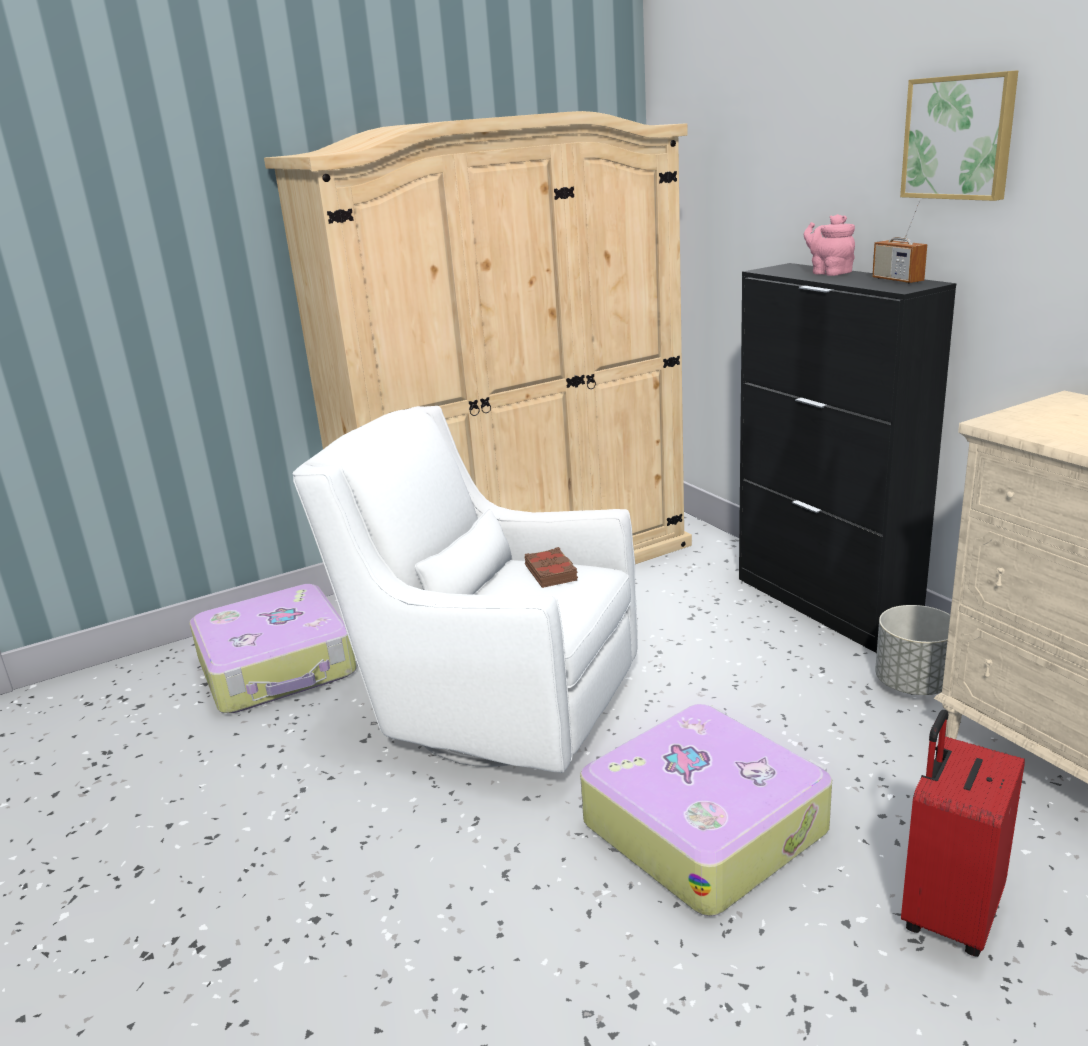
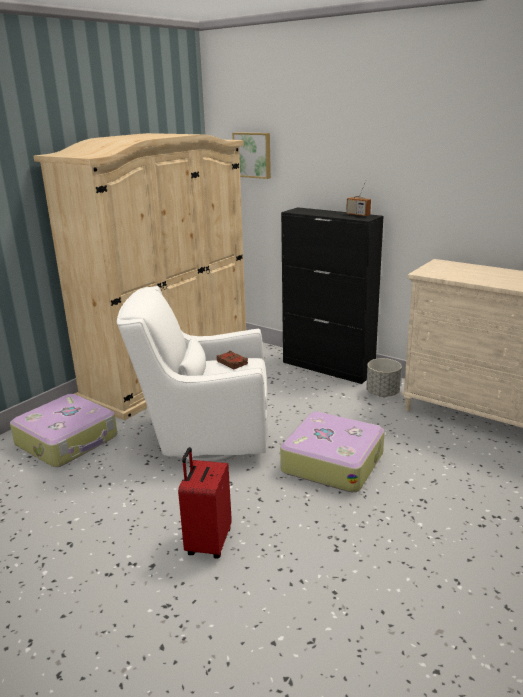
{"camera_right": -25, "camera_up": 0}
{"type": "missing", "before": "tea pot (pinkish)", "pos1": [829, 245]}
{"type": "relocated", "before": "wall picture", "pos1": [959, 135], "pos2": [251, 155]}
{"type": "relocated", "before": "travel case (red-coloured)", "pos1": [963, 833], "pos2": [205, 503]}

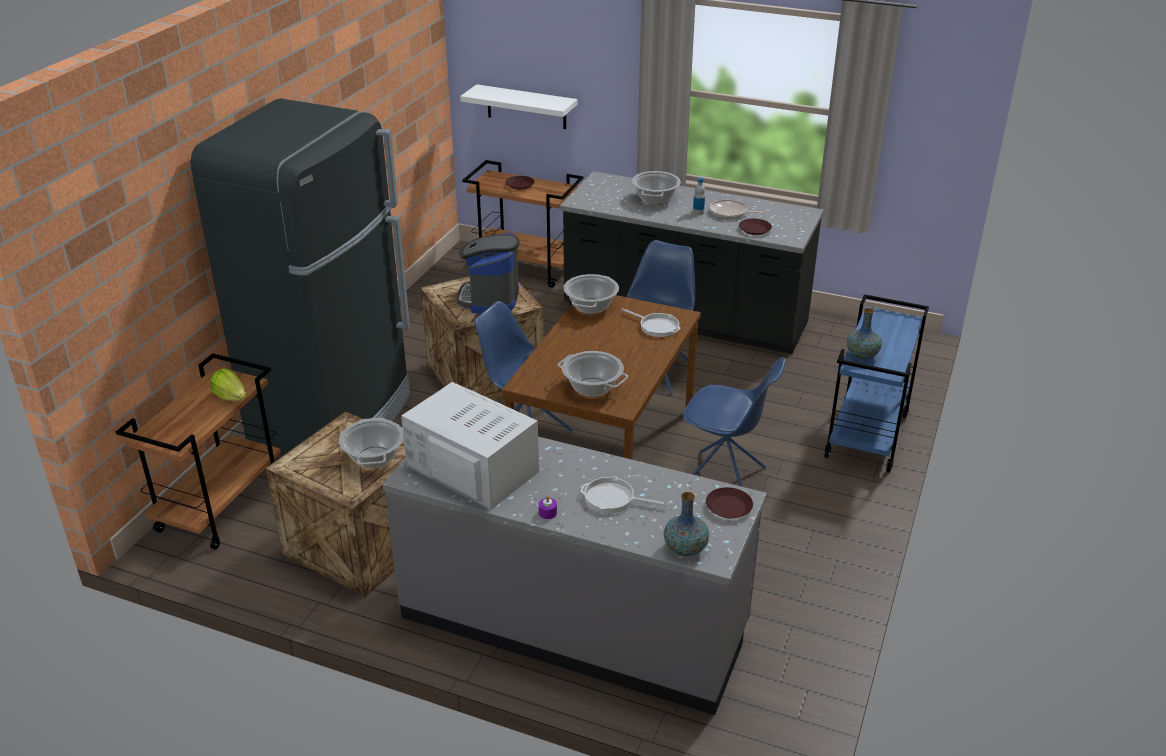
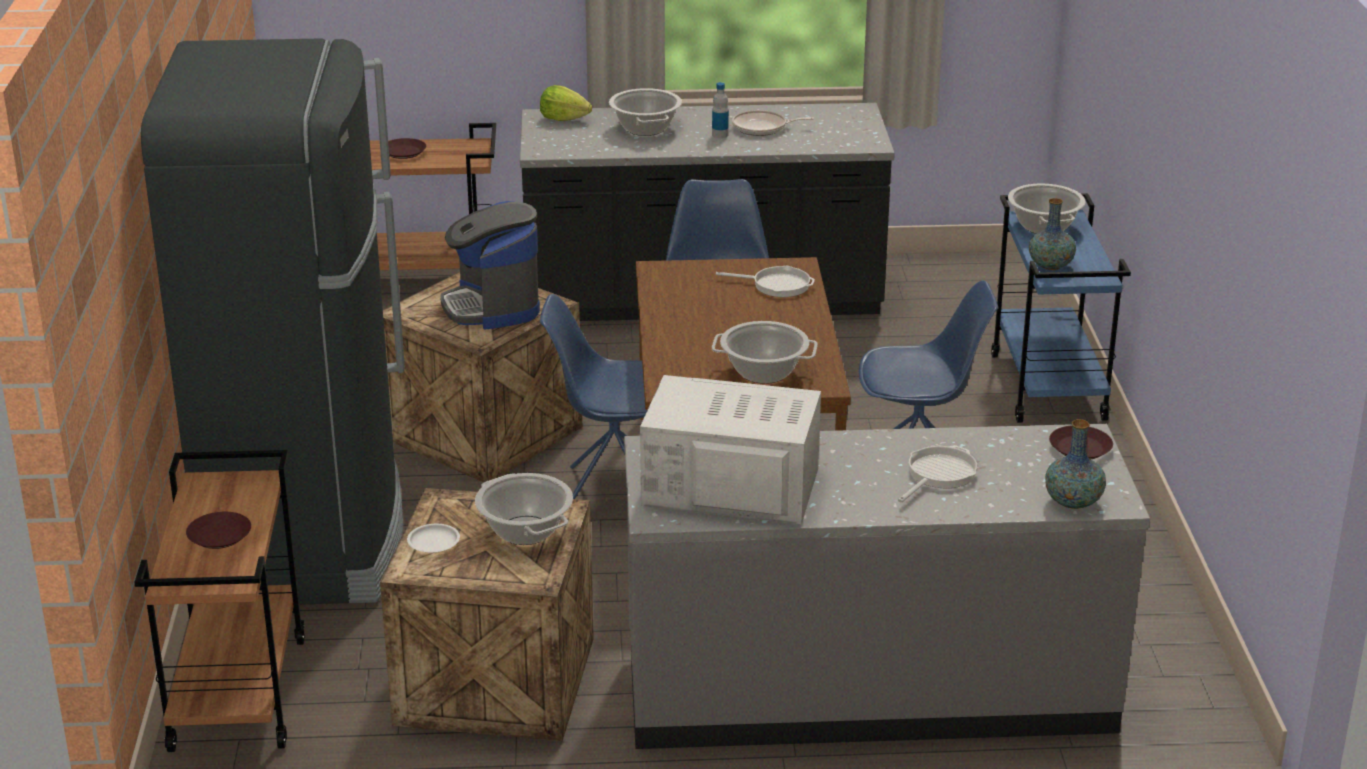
{"camera_right": -25, "camera_up": -5}
{"type": "relocated", "before": "lettuce head", "pos1": [228, 384], "pos2": [566, 103]}
{"type": "missing", "before": "bracket shelf (white-coloured)", "pos1": [518, 106]}
{"type": "missing", "before": "wax candle (purple-coloured)", "pos1": [548, 507]}
{"type": "relocated", "before": "saucepot", "pos1": [591, 294], "pos2": [1046, 209]}
{"type": "spun", "before": "skillet", "pos1": [624, 494], "pos2": [937, 474], "turn": 135}
{"type": "relocated", "before": "dinner plate (brownish)", "pos1": [755, 227], "pos2": [218, 530]}
{"type": "appeared", "after": "dinner plate (white-coloured)", "pos2": [433, 538]}

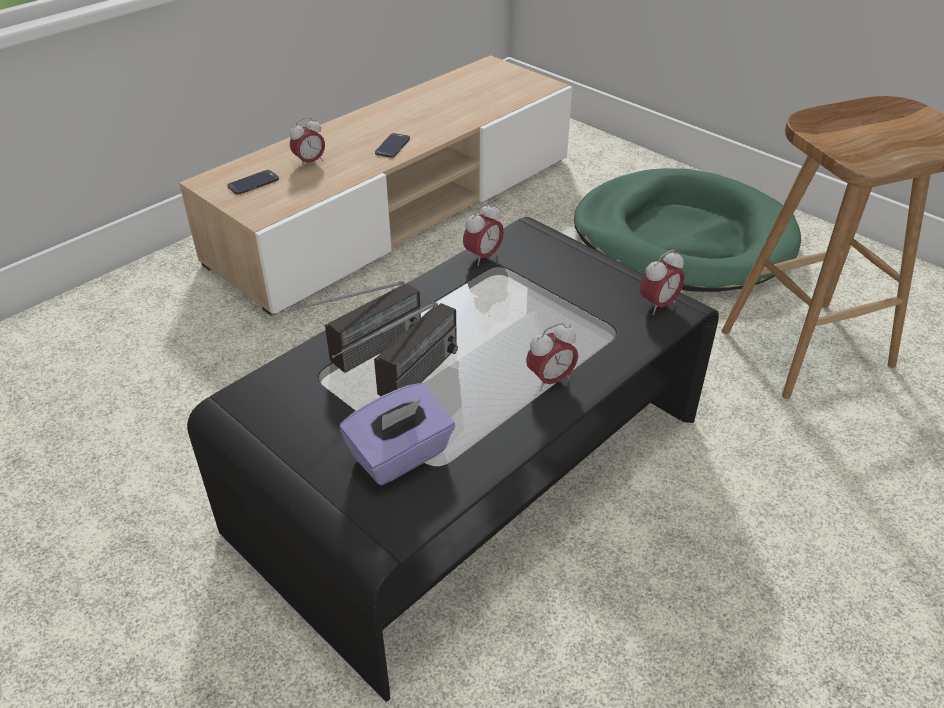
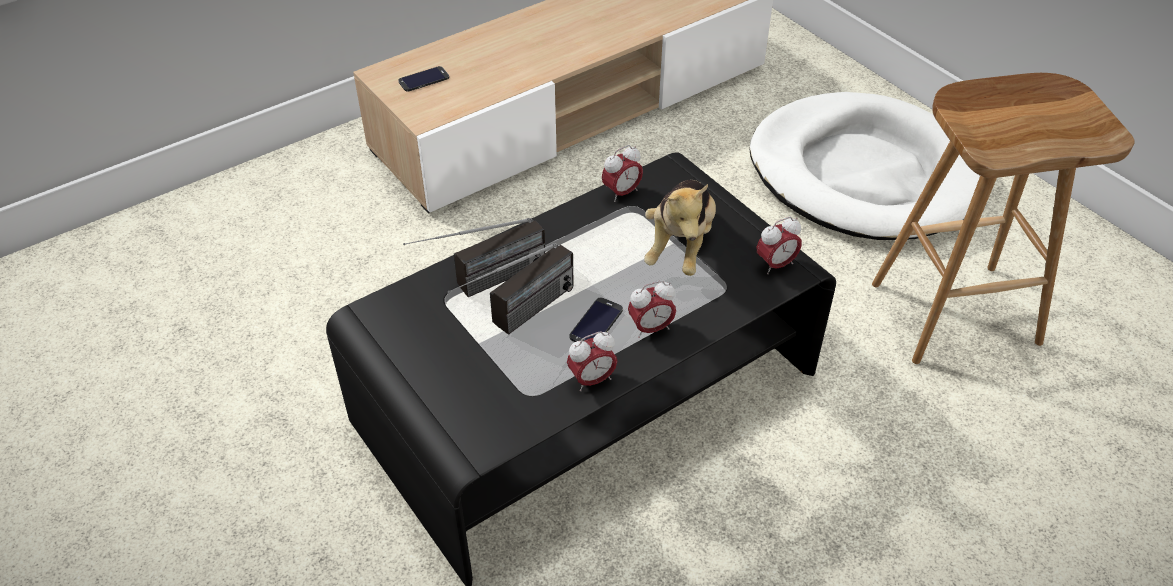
{"camera_right": 10, "camera_up": 5}
{"type": "relocated", "before": "alarm clock", "pos1": [307, 142], "pos2": [592, 361]}
{"type": "missing", "before": "box of tissues (purple-coloured)", "pos1": [397, 434]}
{"type": "relocated", "before": "handset", "pos1": [392, 145], "pos2": [596, 319]}
{"type": "colour", "before": "dog bed (green)", "after": "dog bed (white-coloured)", "pos1": [687, 230], "pos2": [865, 166]}
{"type": "appeared", "after": "soft toy", "pos2": [680, 228]}

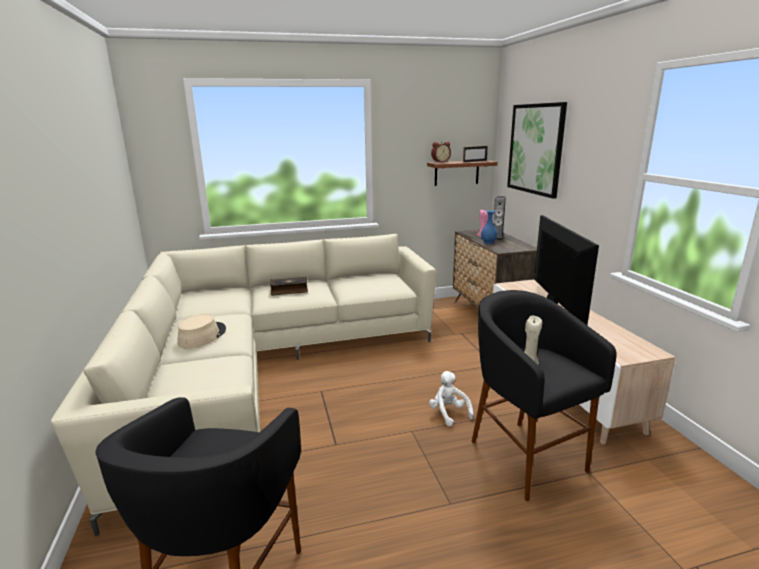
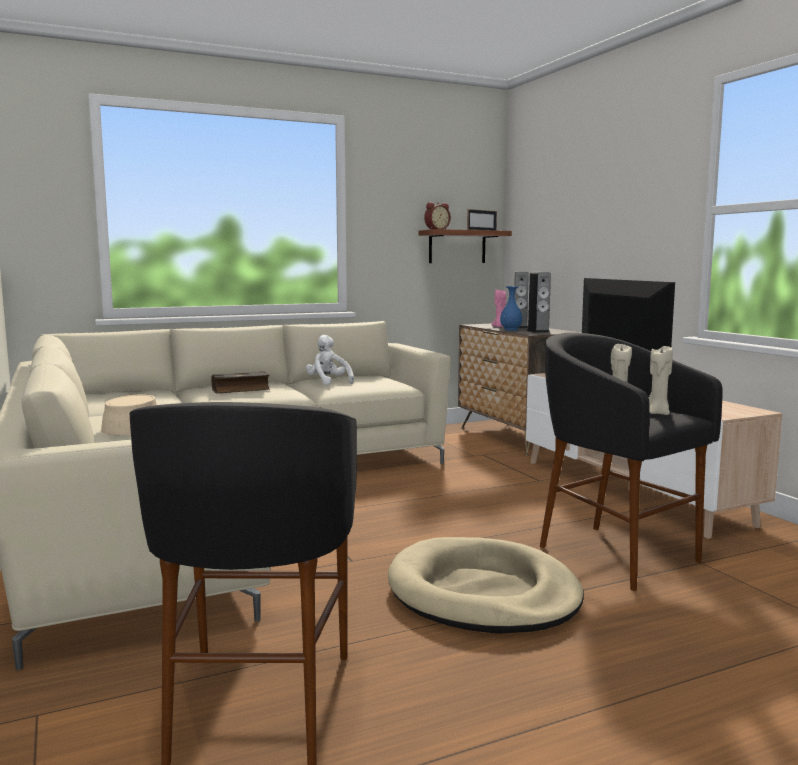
{"camera_right": -10, "camera_up": -10}
{"type": "relocated", "before": "soft toy (white-coloured)", "pos1": [451, 398], "pos2": [330, 360]}
{"type": "missing", "before": "wall picture", "pos1": [537, 150]}
{"type": "appeared", "after": "dog bed (beige)", "pos2": [486, 585]}
{"type": "appeared", "after": "audio speaker", "pos2": [539, 302]}
{"type": "appeared", "after": "wax candle (beige)", "pos2": [661, 380]}

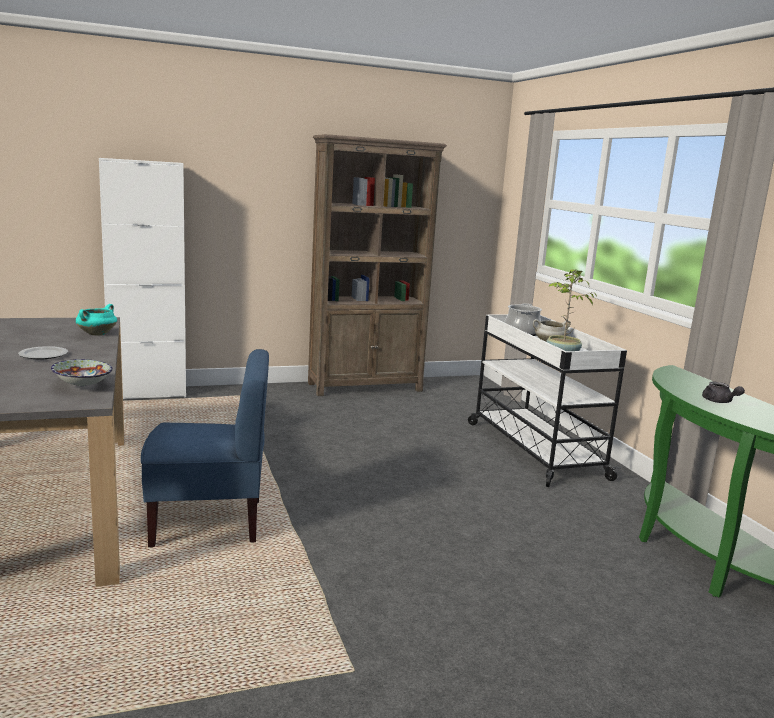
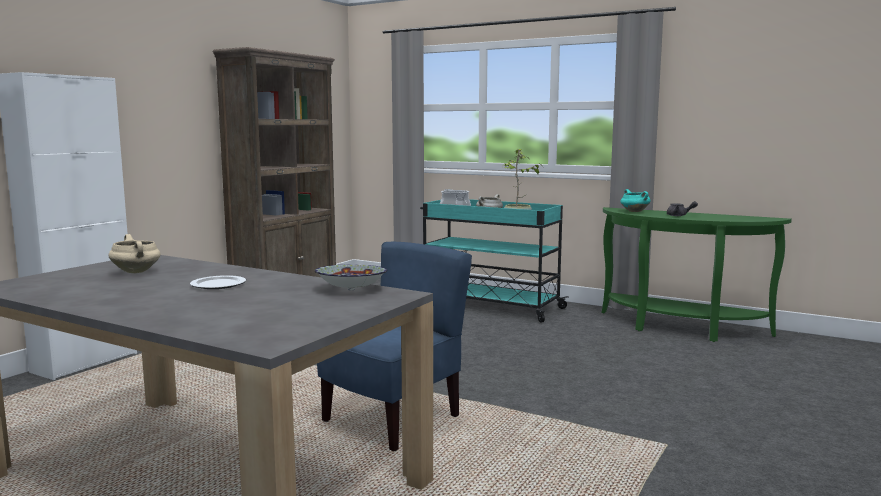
{"camera_right": -40, "camera_up": -5}
{"type": "relocated", "before": "saucepot (turquoise)", "pos1": [96, 320], "pos2": [635, 200]}
{"type": "colour", "before": "cart (white-coloured)", "after": "cart (turquoise)", "pos1": [547, 400], "pos2": [494, 261]}
{"type": "appeared", "after": "saucepot (beige)", "pos2": [135, 253]}

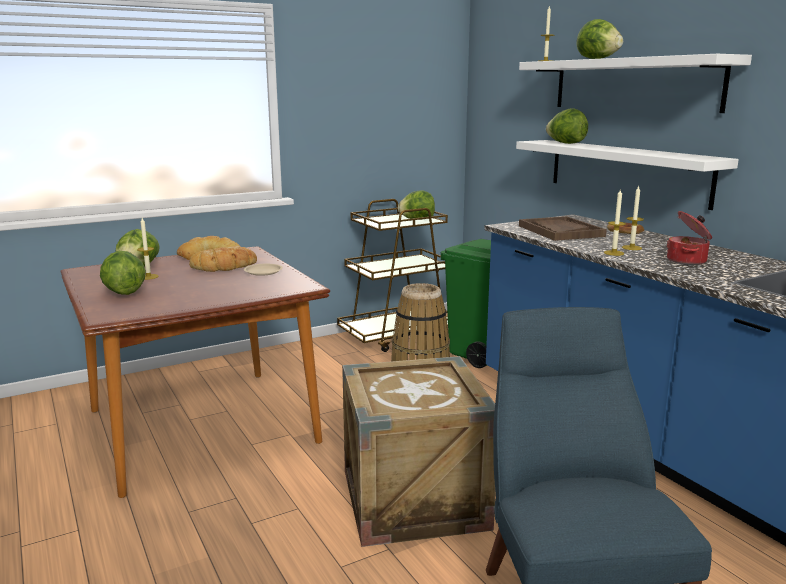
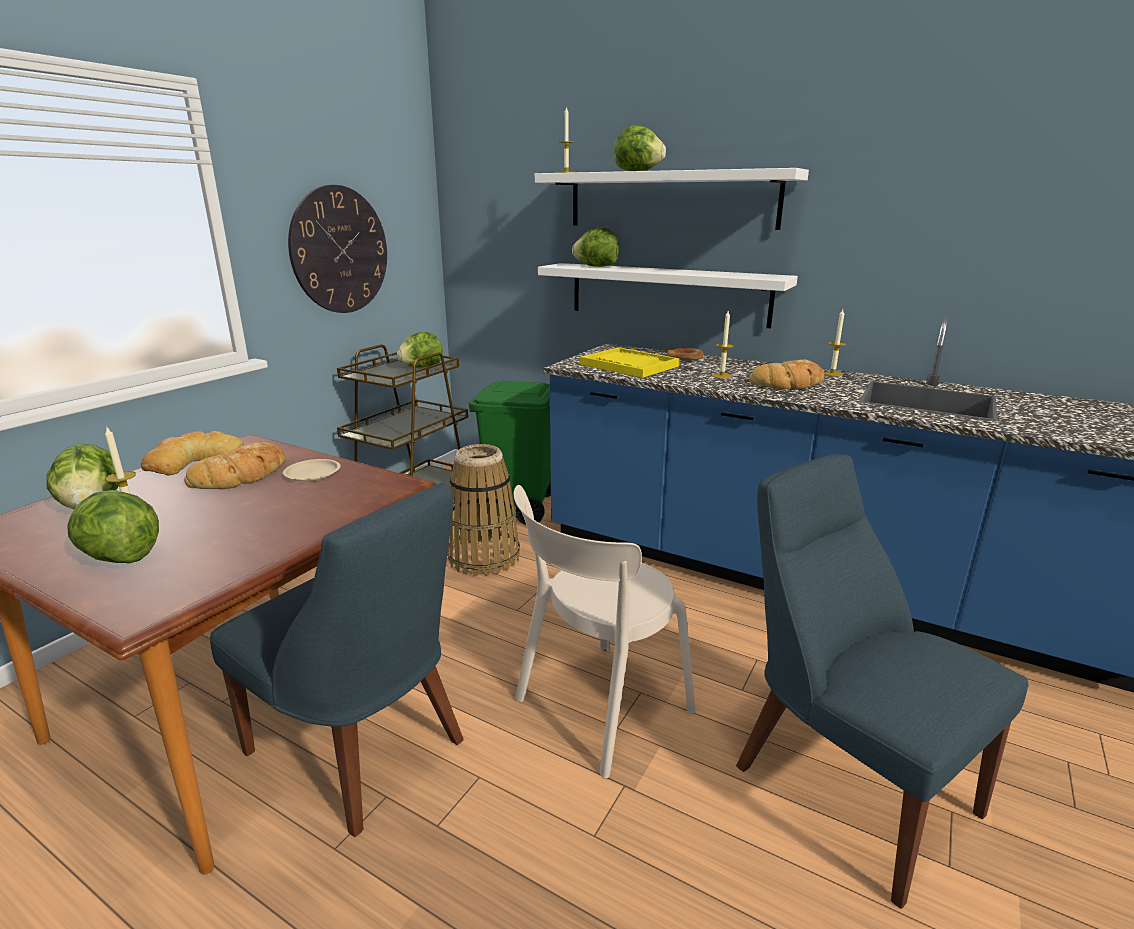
{"camera_right": -30, "camera_up": 5}
{"type": "exchanged", "before": "packing crate", "after": "chair (beige)", "pos1": [419, 451], "pos2": [604, 632]}
{"type": "colour", "before": "tray (brownish)", "after": "tray (yellow-coloured)", "pos1": [563, 228], "pos2": [630, 362]}
{"type": "relocated", "before": "wax candle", "pos1": [615, 222], "pos2": [835, 342]}
{"type": "exchanged", "before": "saucepot", "after": "bakery bread", "pos1": [689, 238], "pos2": [786, 374]}
{"type": "appeared", "after": "chair (bluish)", "pos2": [337, 660]}
{"type": "appeared", "after": "wall clock", "pos2": [337, 249]}

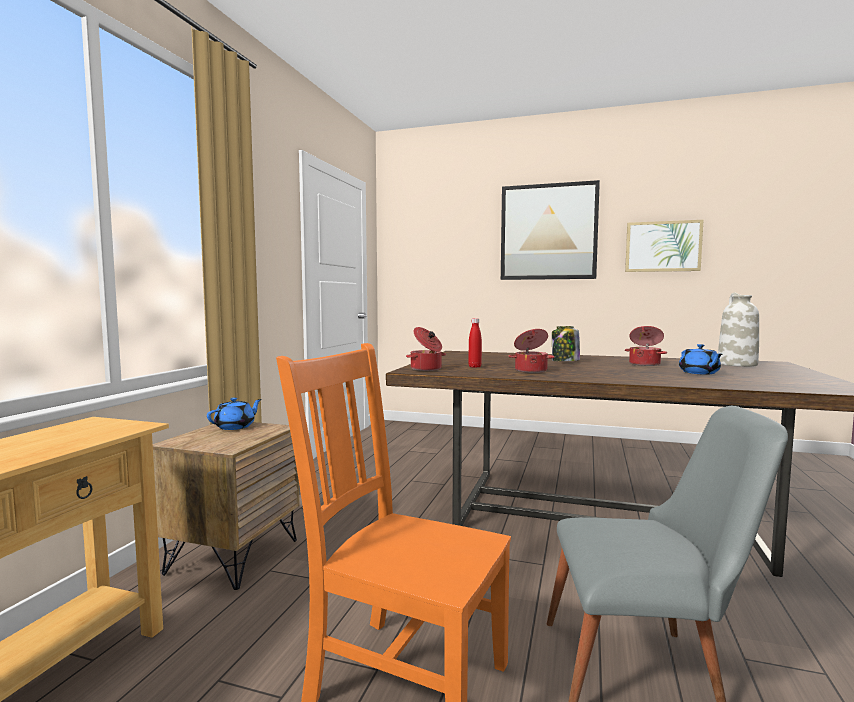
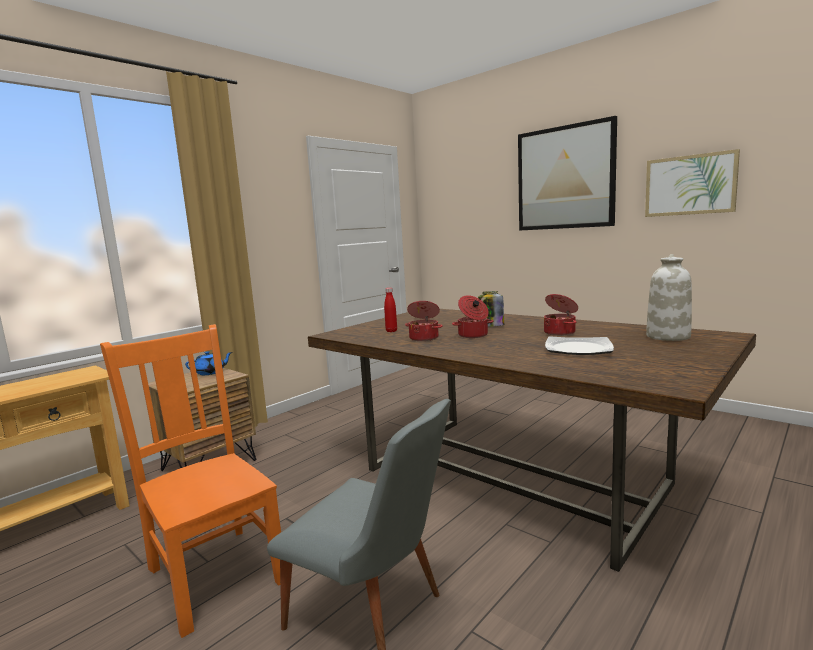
{"camera_right": 25, "camera_up": 5}
{"type": "relocated", "before": "saucepot", "pos1": [426, 349], "pos2": [472, 316]}
{"type": "exchanged", "before": "tea pot (bluish)", "after": "dinner plate", "pos1": [700, 359], "pos2": [579, 346]}

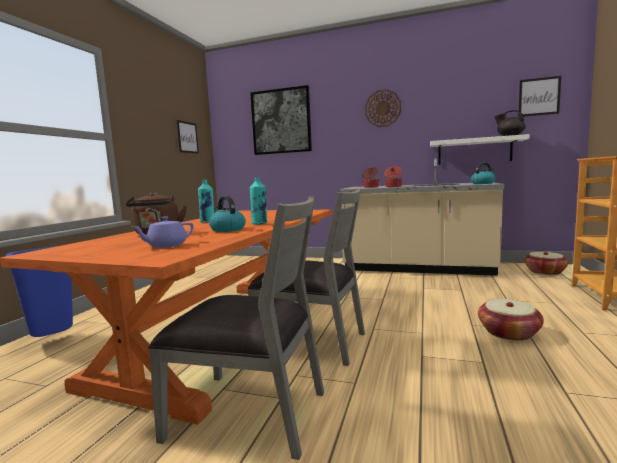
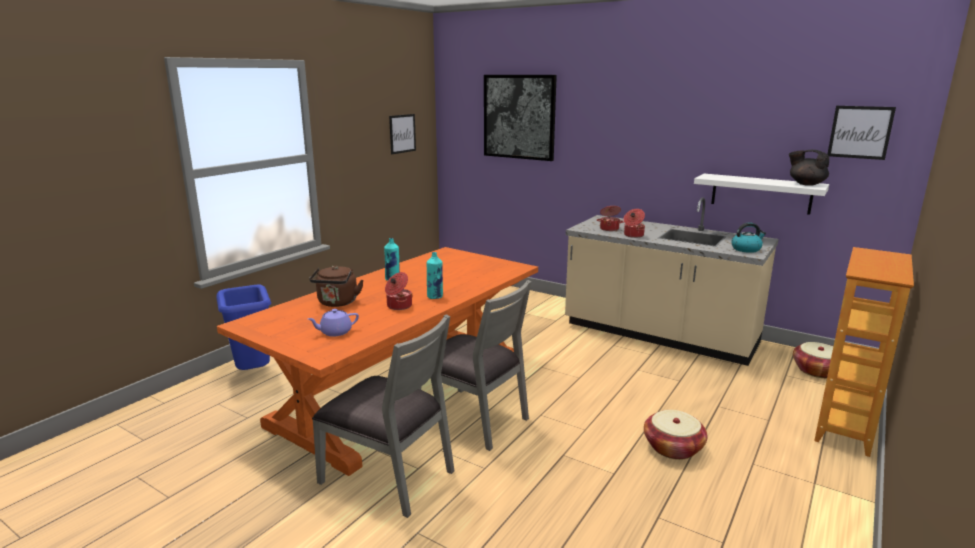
{"camera_right": 15, "camera_up": 10}
{"type": "exchanged", "before": "tea kettle", "after": "saucepot", "pos1": [227, 214], "pos2": [399, 291]}
{"type": "missing", "before": "wall clock", "pos1": [383, 108]}

